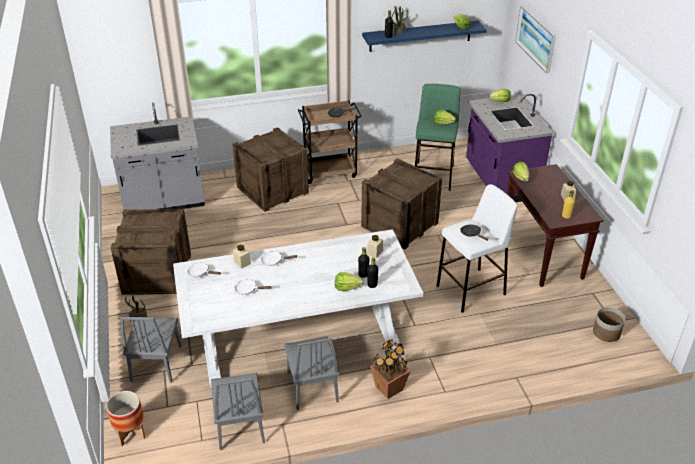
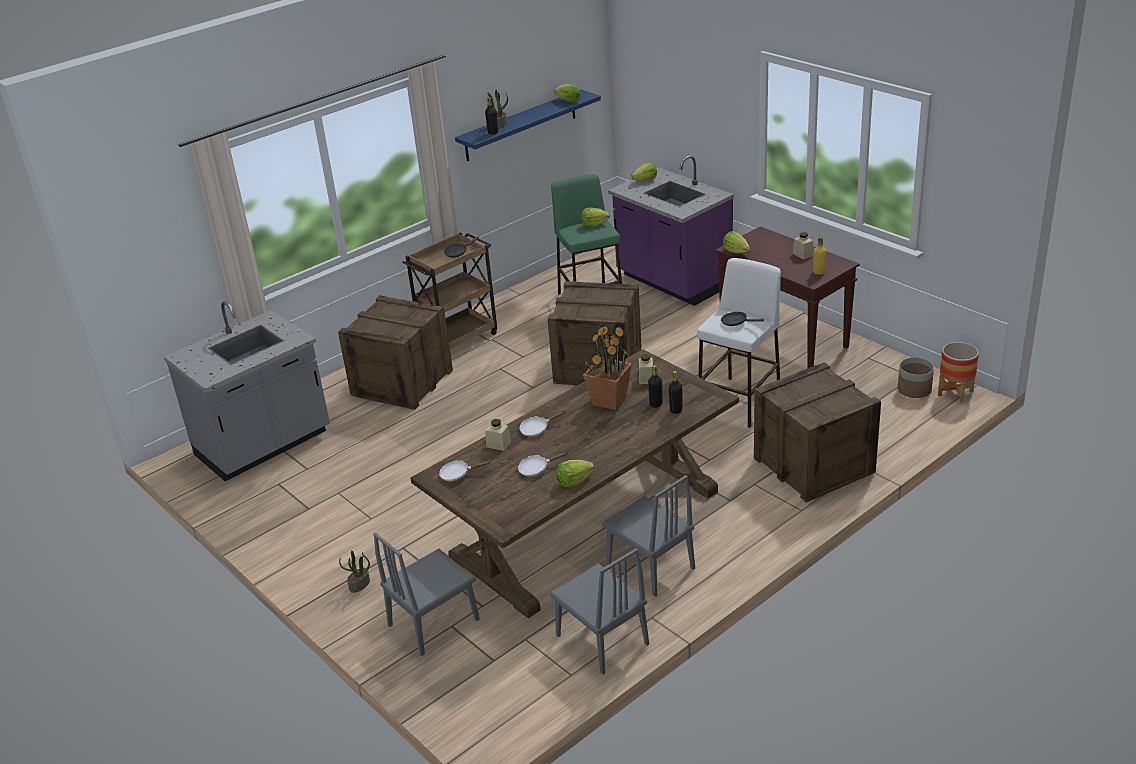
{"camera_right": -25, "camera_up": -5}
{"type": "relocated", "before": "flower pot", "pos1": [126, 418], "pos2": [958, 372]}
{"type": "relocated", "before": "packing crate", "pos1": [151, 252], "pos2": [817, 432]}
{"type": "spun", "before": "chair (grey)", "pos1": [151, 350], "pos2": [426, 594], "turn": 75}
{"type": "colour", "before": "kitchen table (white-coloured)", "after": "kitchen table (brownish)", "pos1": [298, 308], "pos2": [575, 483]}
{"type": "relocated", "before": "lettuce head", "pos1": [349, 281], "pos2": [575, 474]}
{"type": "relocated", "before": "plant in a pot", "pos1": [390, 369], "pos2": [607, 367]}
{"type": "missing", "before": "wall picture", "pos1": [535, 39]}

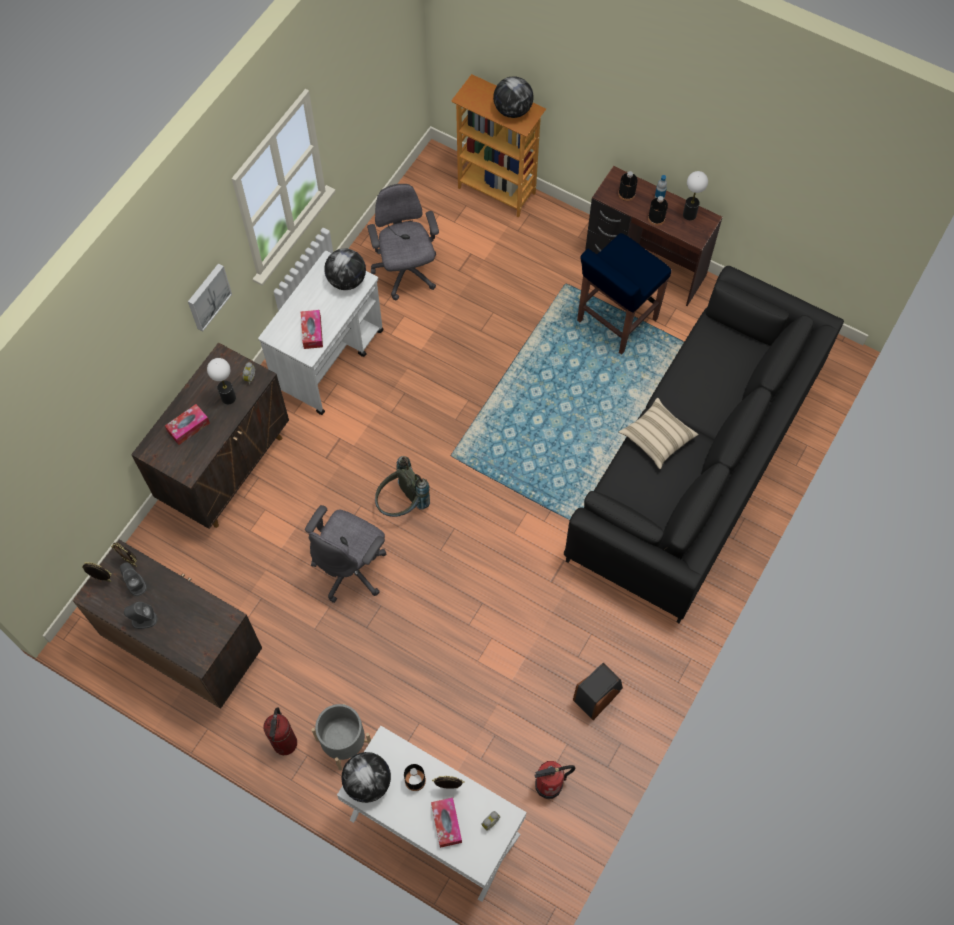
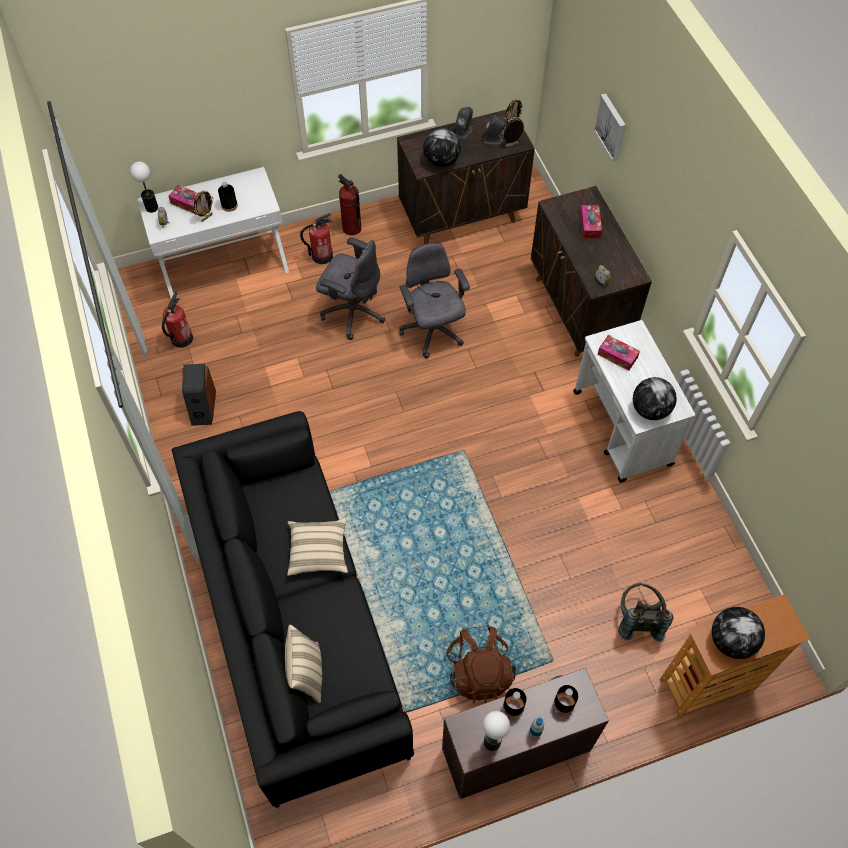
{"camera_right": 130, "camera_up": -5}
{"type": "relocated", "before": "wall picture", "pos1": [210, 297], "pos2": [610, 127]}
{"type": "relocated", "before": "lamp for a table", "pos1": [221, 381], "pos2": [144, 187]}
{"type": "exchanged", "before": "flower pot (grey)", "after": "fire-fighting cylinder", "pos1": [341, 737], "pos2": [316, 238]}
{"type": "relocated", "before": "globe", "pos1": [366, 777], "pos2": [442, 147]}
{"type": "relocated", "before": "office chair (grey)", "pos1": [403, 242], "pos2": [350, 288]}
{"type": "relocated", "before": "rucksack (grey)", "pos1": [402, 486], "pos2": [645, 612]}
{"type": "exchanged", "before": "stool (bluish)", "after": "rucksack (brownish)", "pos1": [624, 294], "pos2": [481, 664]}
{"type": "appeared", "after": "cushion (beige)", "pos2": [303, 664]}

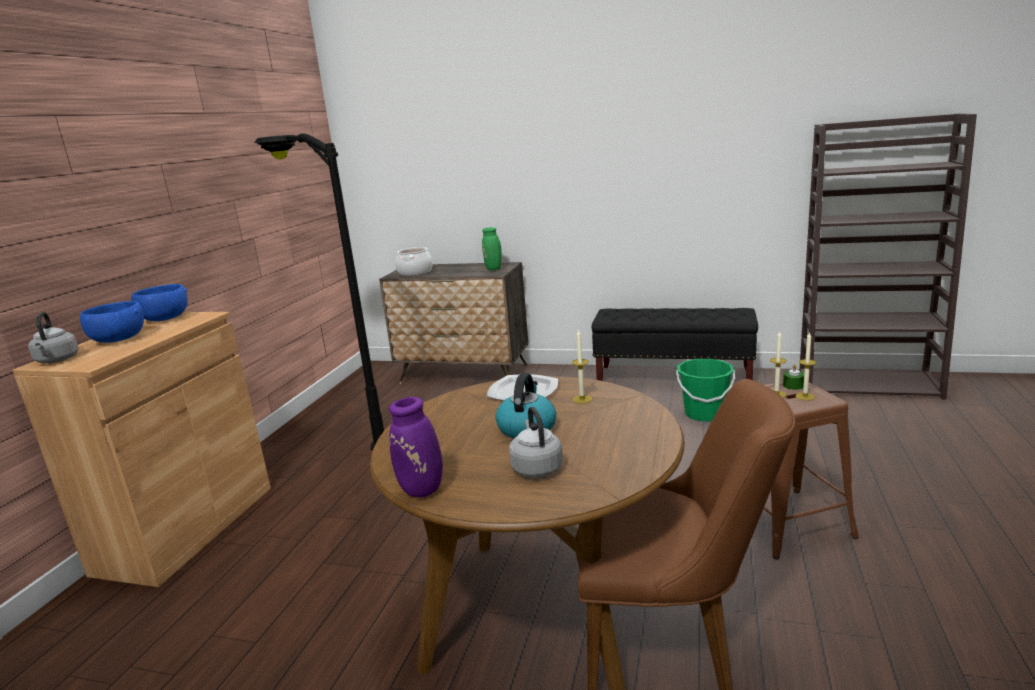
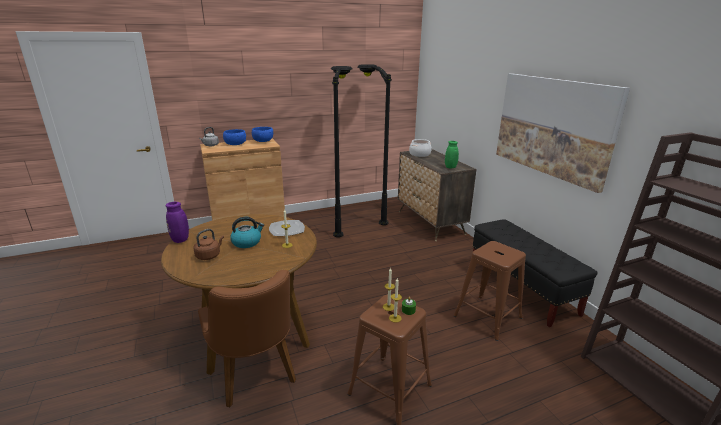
{"camera_right": 50, "camera_up": 5}
{"type": "colour", "before": "tea kettle (grey)", "after": "tea kettle (brownish)", "pos1": [536, 442], "pos2": [209, 244]}
{"type": "exchanged", "before": "water bucket (green)", "after": "stool (brownish)", "pos1": [705, 390], "pos2": [490, 291]}
{"type": "appeared", "after": "standard lamp (black)", "pos2": [375, 144]}
{"type": "appeared", "after": "wall picture", "pos2": [563, 133]}

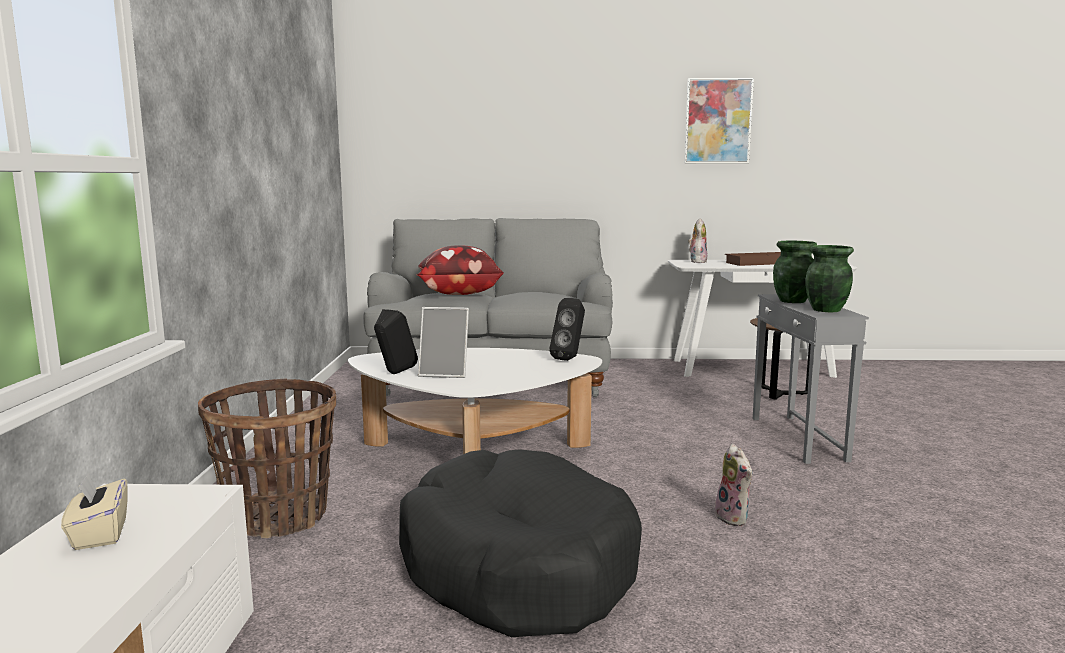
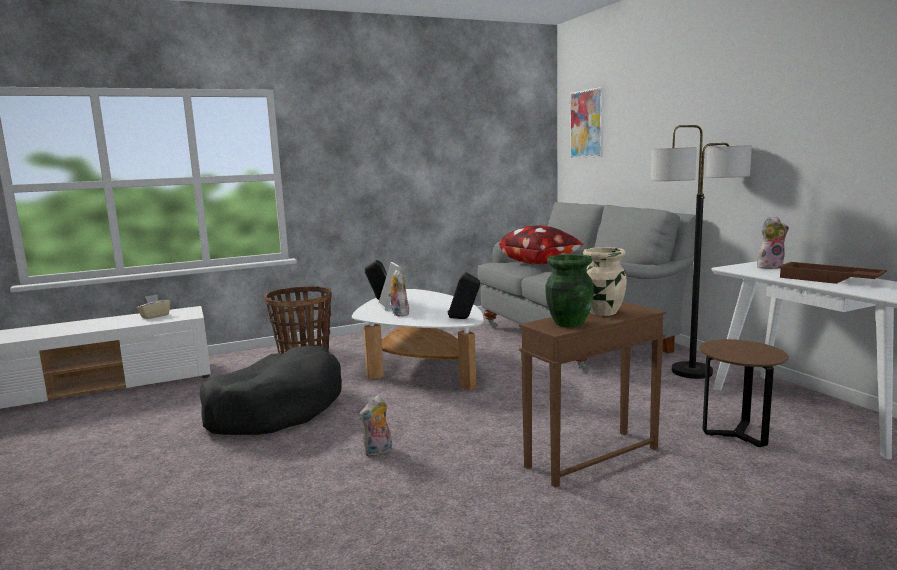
{"camera_right": 65, "camera_up": 0}
{"type": "relocated", "before": "wall picture", "pos1": [719, 121], "pos2": [587, 122]}
{"type": "colour", "before": "end table (grey)", "after": "end table (brownish)", "pos1": [811, 379], "pos2": [592, 395]}
{"type": "colour", "before": "decorative vase (green)", "after": "decorative vase (beige)", "pos1": [795, 272], "pos2": [605, 281]}
{"type": "appeared", "after": "soft toy", "pos2": [398, 293]}
{"type": "appeared", "after": "standard lamp", "pos2": [701, 252]}

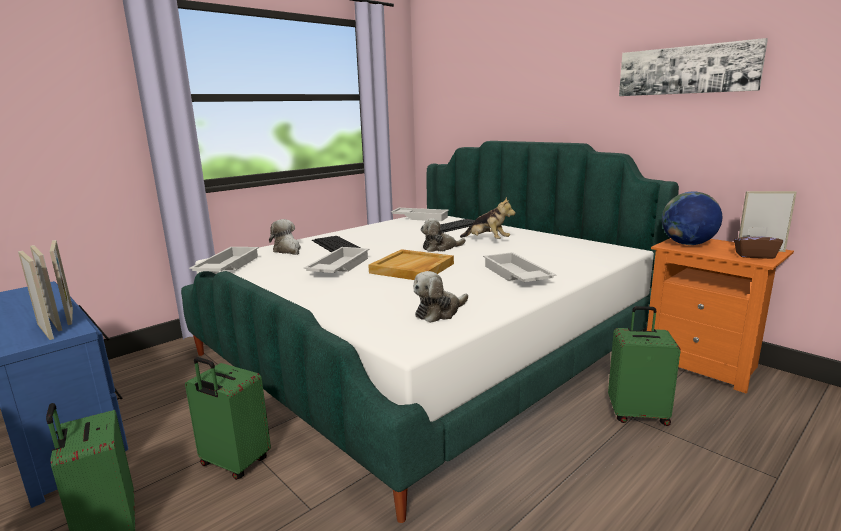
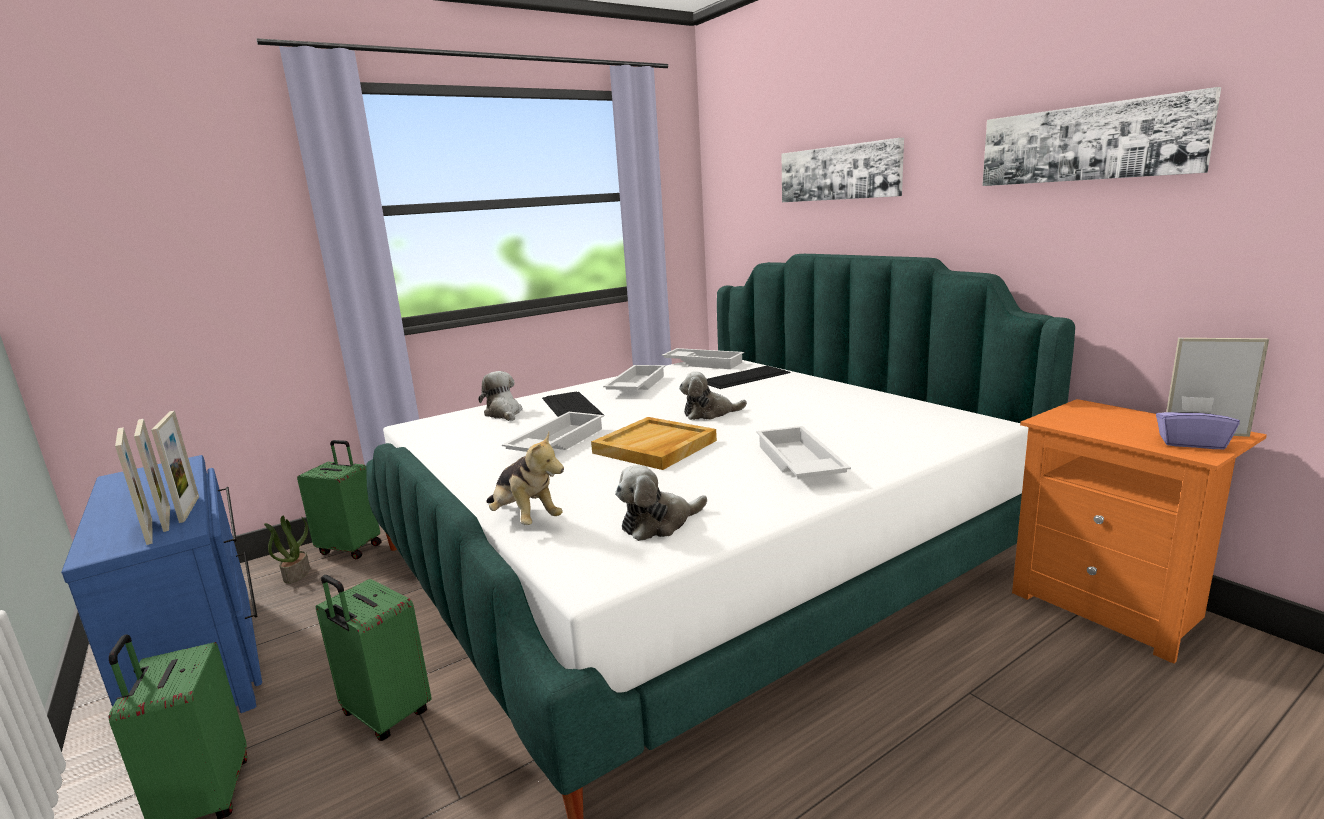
{"camera_right": 10, "camera_up": 0}
{"type": "relocated", "before": "tray (white-coloured)", "pos1": [224, 259], "pos2": [634, 377]}
{"type": "relocated", "before": "soft toy", "pos1": [488, 218], "pos2": [525, 478]}
{"type": "relocated", "before": "travel case (green)", "pos1": [644, 366], "pos2": [339, 500]}
{"type": "missing", "before": "globe", "pos1": [692, 218]}
{"type": "colour", "before": "box of tissues (brownish)", "after": "box of tissues (purple-coloured)", "pos1": [758, 243], "pos2": [1198, 422]}
{"type": "appeared", "after": "plant in a pot", "pos2": [287, 549]}
{"type": "appeared", "after": "wall picture", "pos2": [843, 170]}

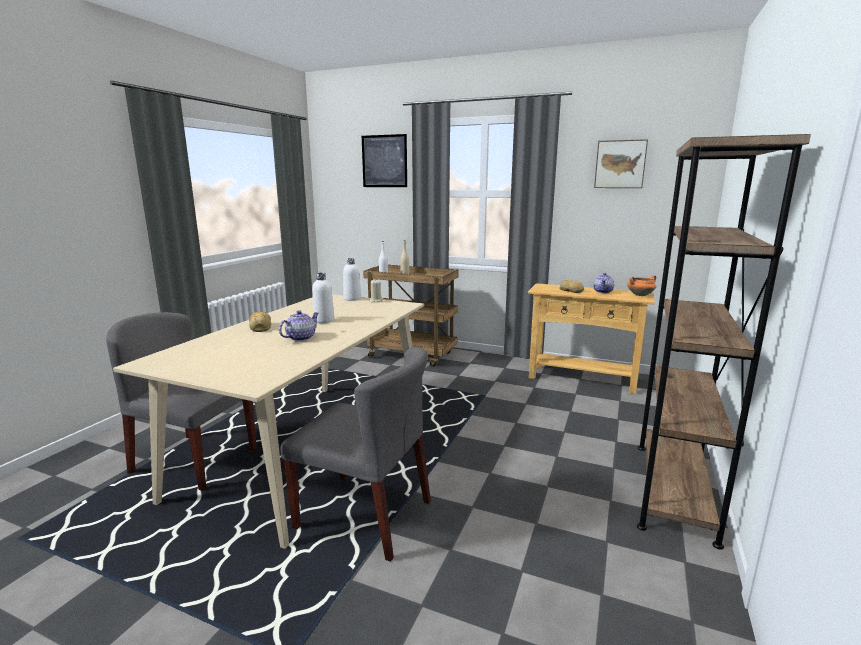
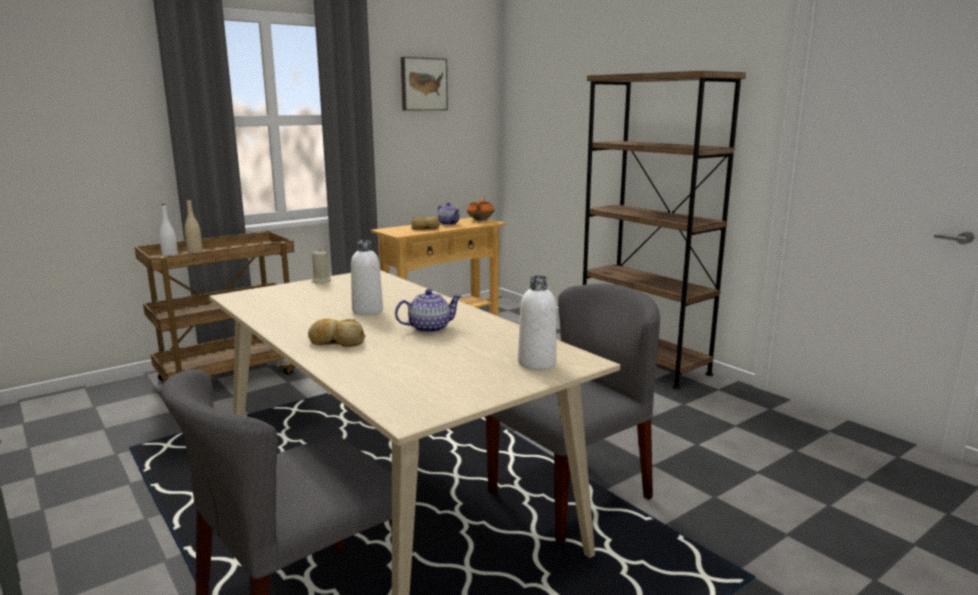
{"camera_right": -60, "camera_up": 0}
{"type": "spun", "before": "tea pot", "pos1": [299, 325], "pos2": [428, 311], "turn": 90}
{"type": "relocated", "before": "bottle (white-coloured)", "pos1": [352, 279], "pos2": [537, 322]}
{"type": "missing", "before": "wall picture", "pos1": [384, 160]}

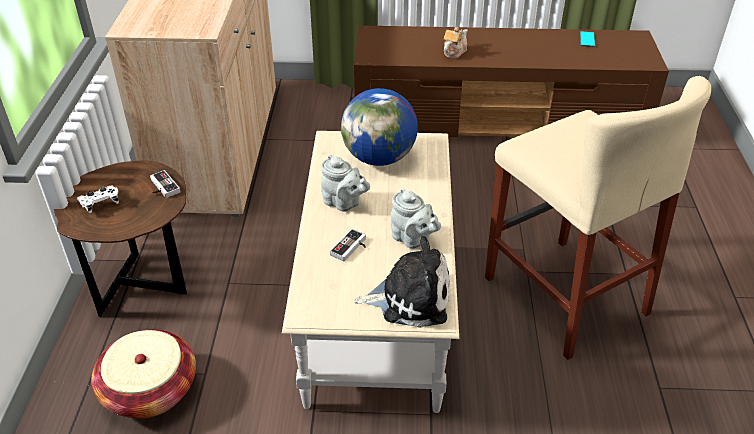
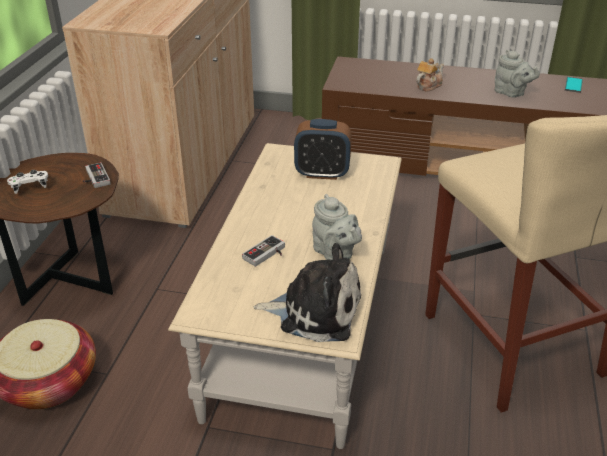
{"camera_right": 10, "camera_up": -5}
{"type": "relocated", "before": "tea pot (grey)", "pos1": [345, 183], "pos2": [517, 73]}
{"type": "exchanged", "before": "globe", "after": "alarm clock", "pos1": [379, 127], "pos2": [323, 149]}

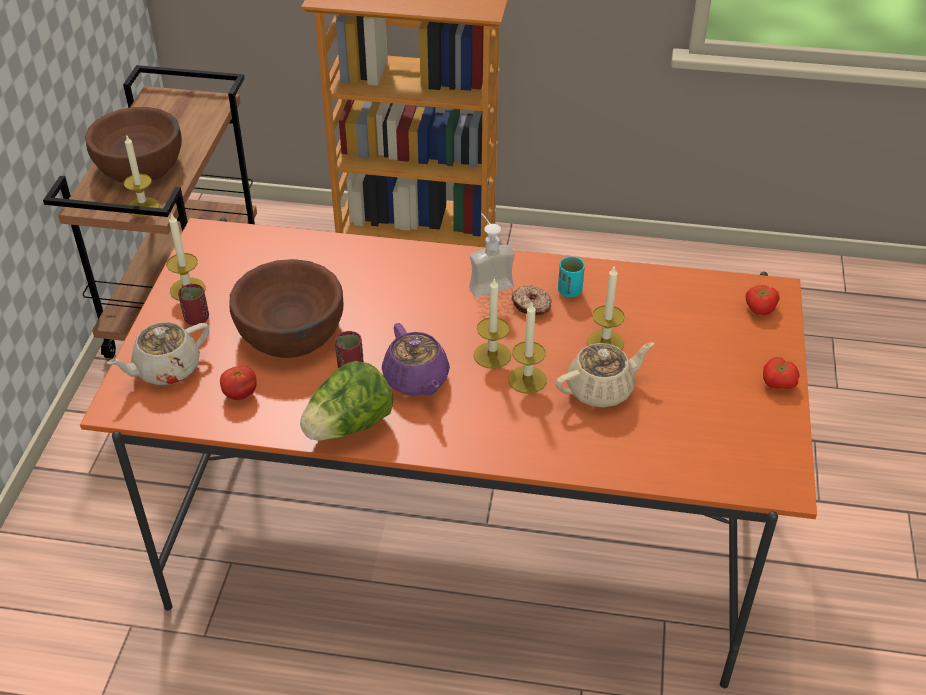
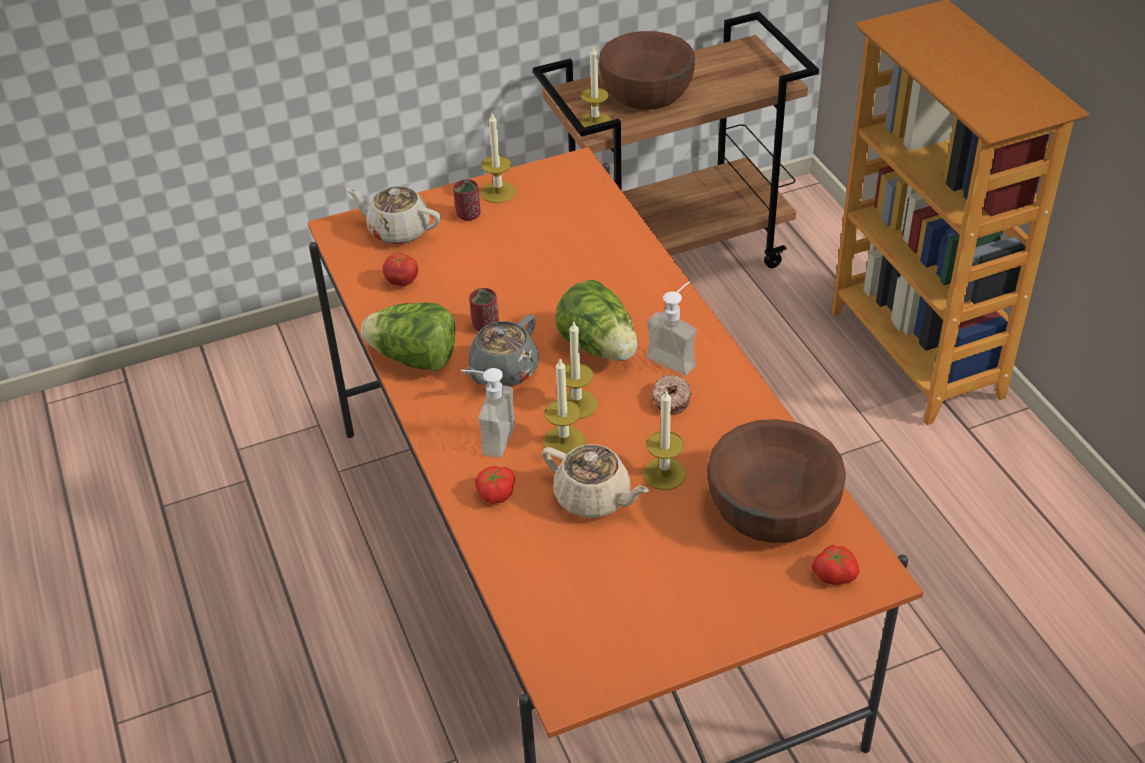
{"camera_right": 60, "camera_up": 0}
{"type": "relocated", "before": "bowl (brownish)", "pos1": [286, 308], "pos2": [776, 481]}
{"type": "colour", "before": "tea pot (purple-coloured)", "after": "tea pot (grey)", "pos1": [416, 359], "pos2": [501, 351]}
{"type": "missing", "before": "drinking cup (turquoise)", "pos1": [571, 277]}
{"type": "relocated", "before": "tomato", "pos1": [781, 373], "pos2": [495, 485]}
{"type": "appeared", "after": "soap bottle", "pos2": [488, 413]}
{"type": "appeared", "after": "lettuce head", "pos2": [596, 320]}

